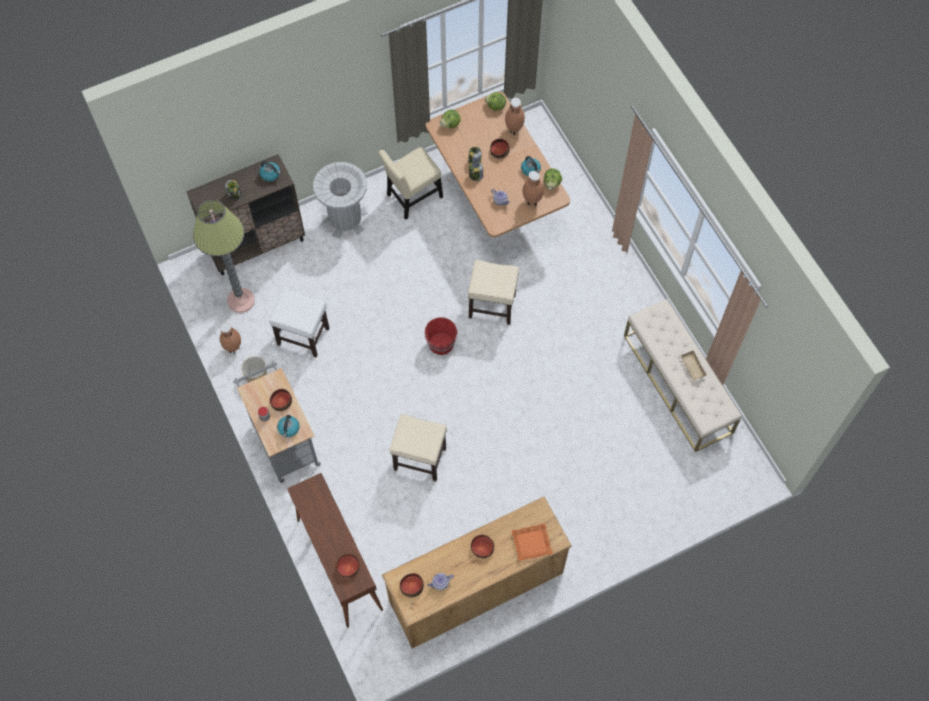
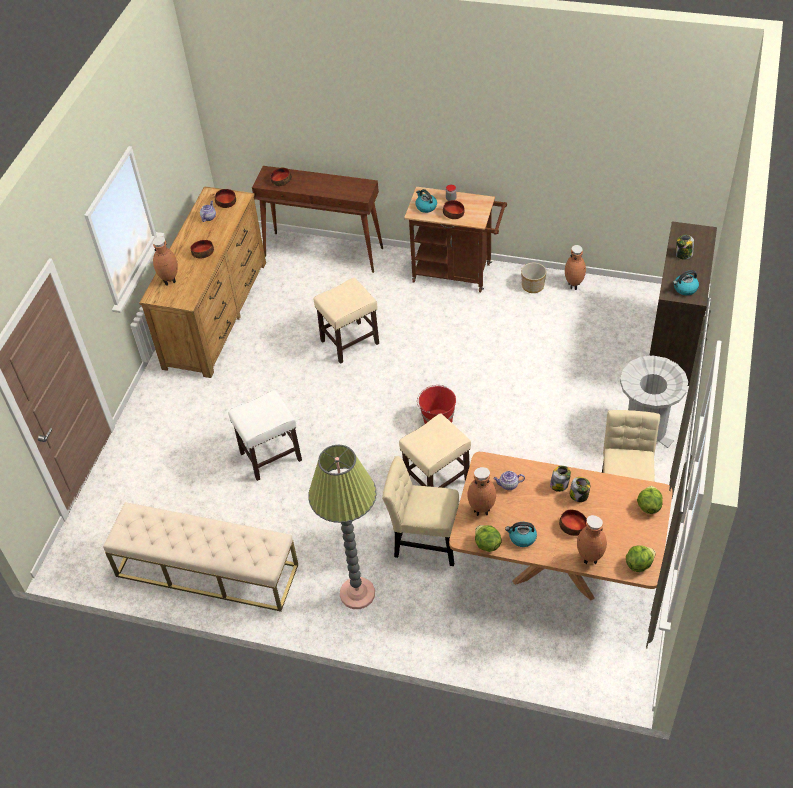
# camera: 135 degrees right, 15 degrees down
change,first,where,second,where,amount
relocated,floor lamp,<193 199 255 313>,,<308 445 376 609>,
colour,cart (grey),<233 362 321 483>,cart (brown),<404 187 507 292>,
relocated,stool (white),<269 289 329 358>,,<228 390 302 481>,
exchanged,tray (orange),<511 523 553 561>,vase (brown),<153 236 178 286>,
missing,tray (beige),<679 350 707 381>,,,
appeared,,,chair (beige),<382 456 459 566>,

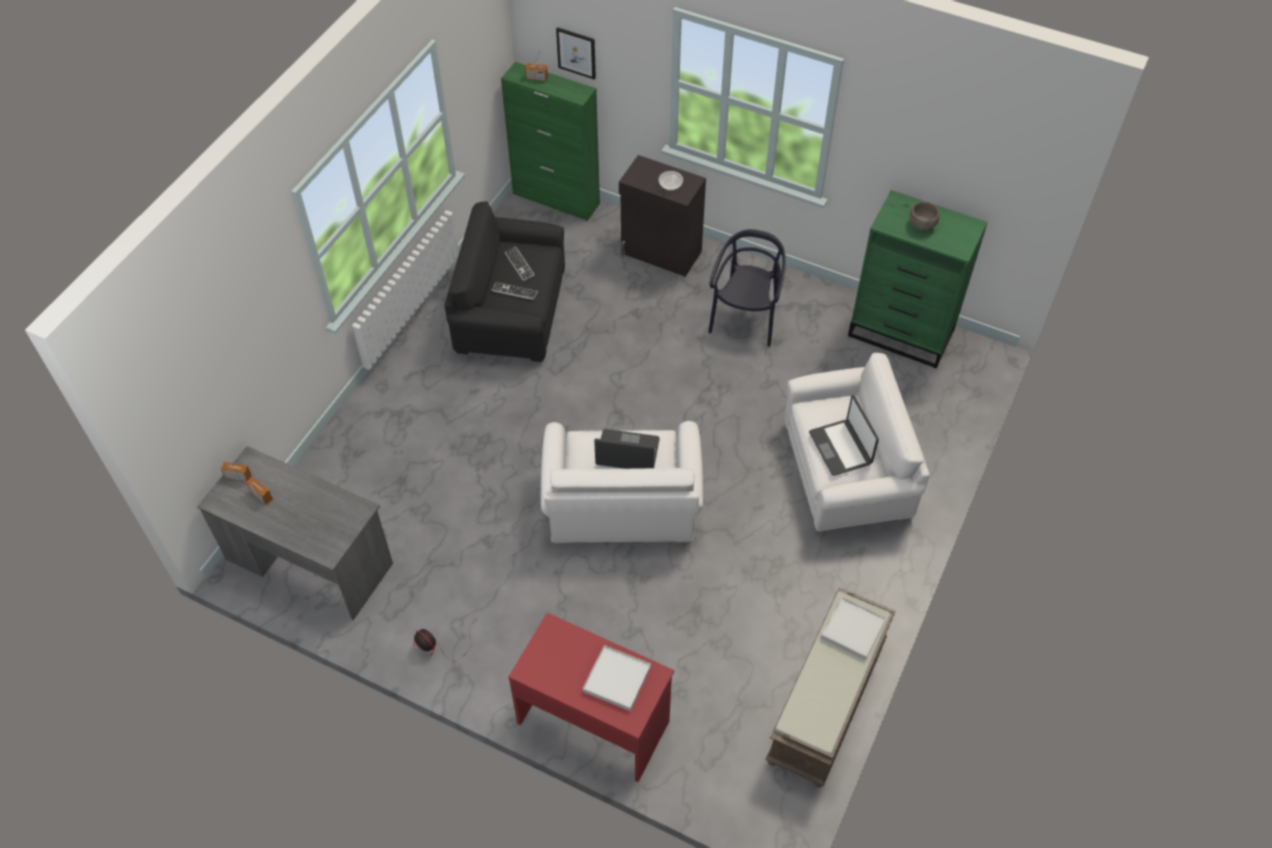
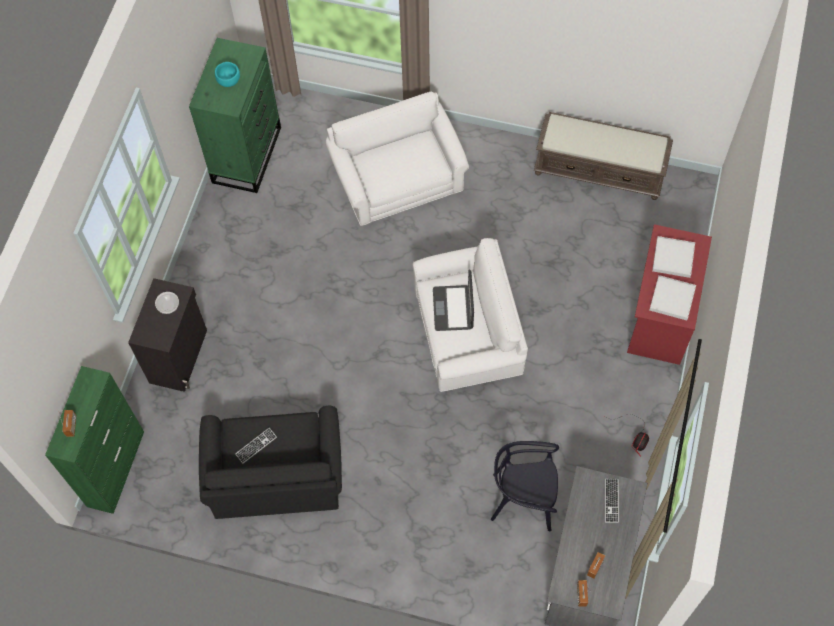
# camera: 100 degrees left, 10 degrees up
change,first,where,second,where,amount
relocated,keyboard,<492 282 538 300>,,<605 479 619 523>,
missing,picture,<556 27 596 80>,,,
relocated,chair (black),<708 229 786 347>,,<491 441 559 531>,
missing,laptop,<809 395 879 476>,,,
relocated,tray (white),<821 597 886 660>,,<649 275 696 320>,
colour,bowl (brown),<909 201 940 230>,bowl (turquoise),<215 62 240 87>,

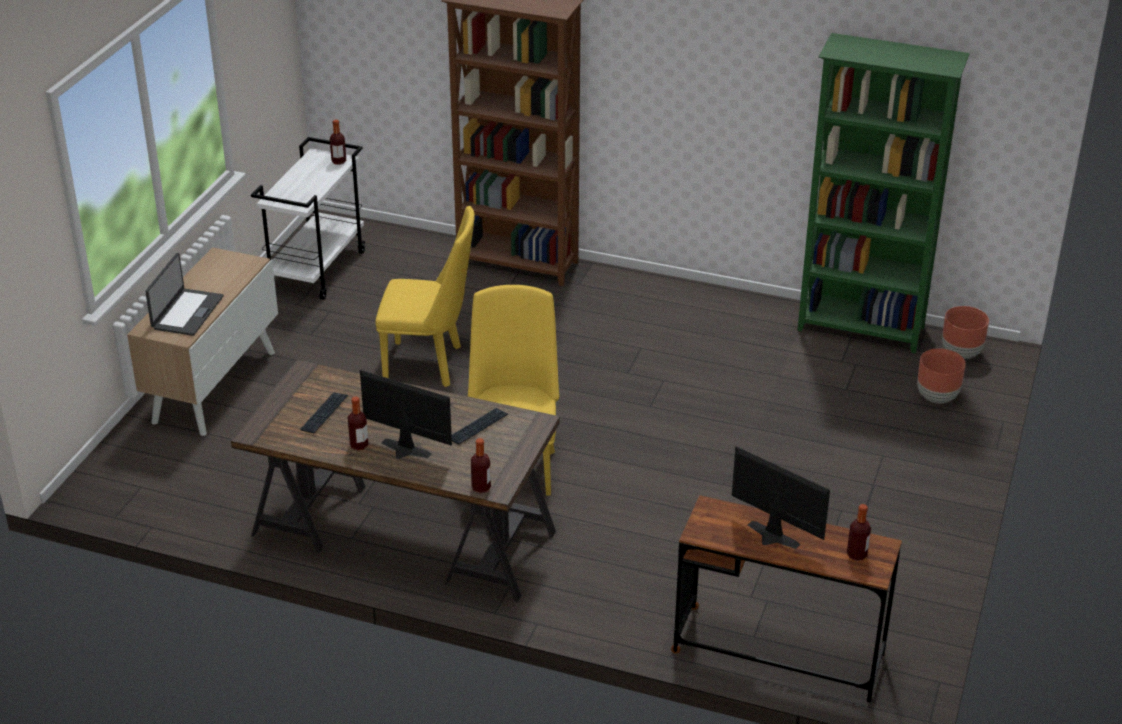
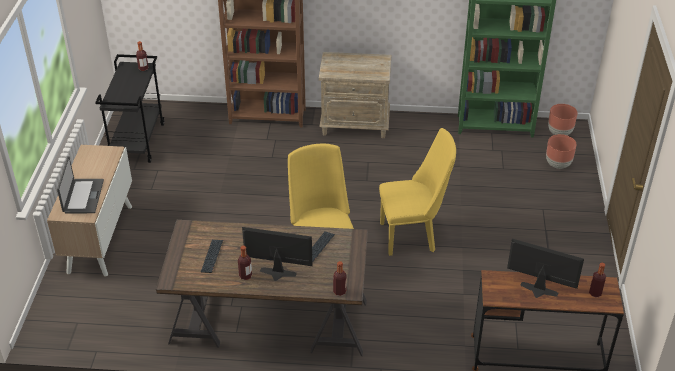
# camera: 15 degrees left, 5 degrees up
change,first,where,second,where,amount
colour,cart (white),<251 137 366 300>,cart (black),<95 54 164 163>,
relocated,chair (yellow),<375 206 475 387>,,<379 128 456 256>,
appeared,,,nightstand (beige),<319 52 391 138>,

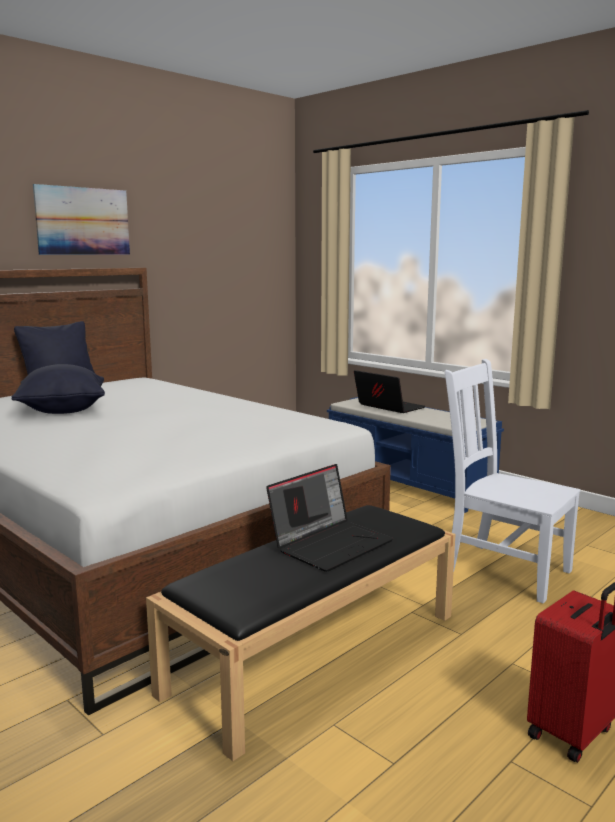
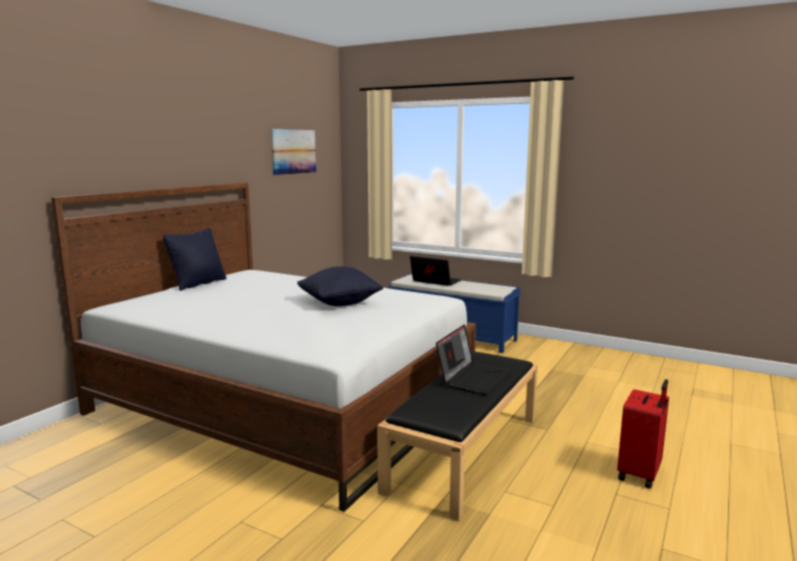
# camera: 15 degrees left, 0 degrees up
change,first,where,second,where,amount
relocated,pillow (black),<11 364 105 414>,,<297 266 383 306>,
relocated,picture,<33 184 130 255>,,<271 129 316 175>,
missing,chair (white),<445 359 581 603>,,,

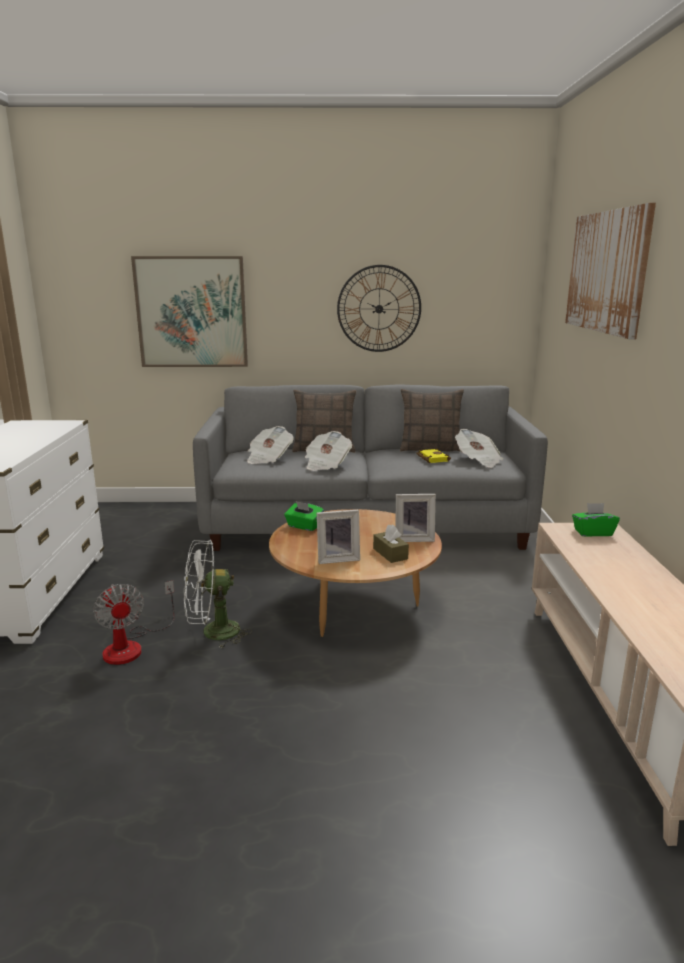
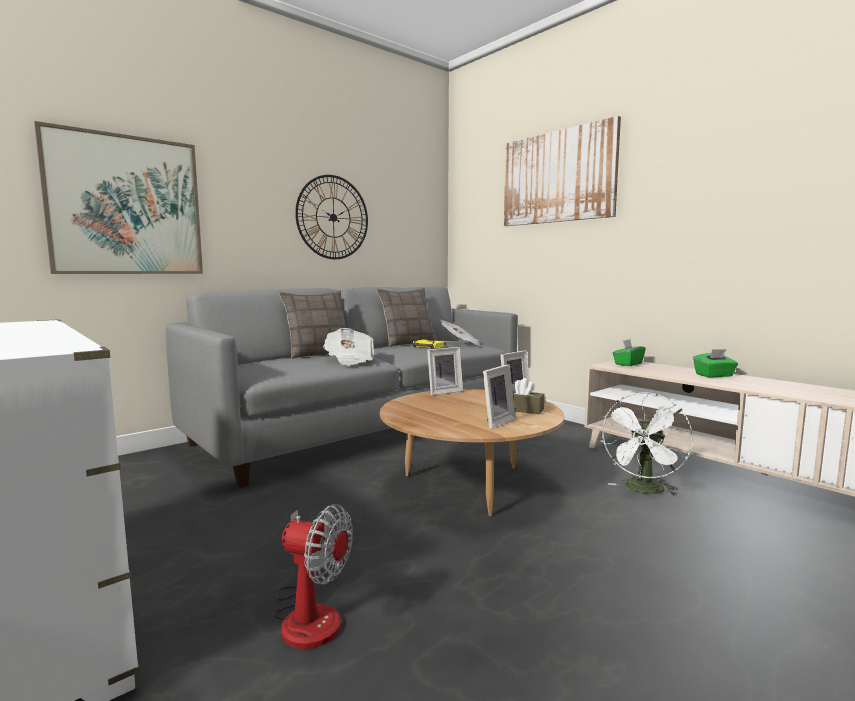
# camera: 40 degrees left, 10 degrees down
change,first,where,second,where,amount
relocated,fan (white),<184 540 252 648>,,<600 393 693 497>,
missing,newspaper,<247 426 294 464>,,,
relocated,tissue box (green),<284 501 324 531>,,<693 349 738 378>,
appeared,,,picture frame,<427 347 463 395>,

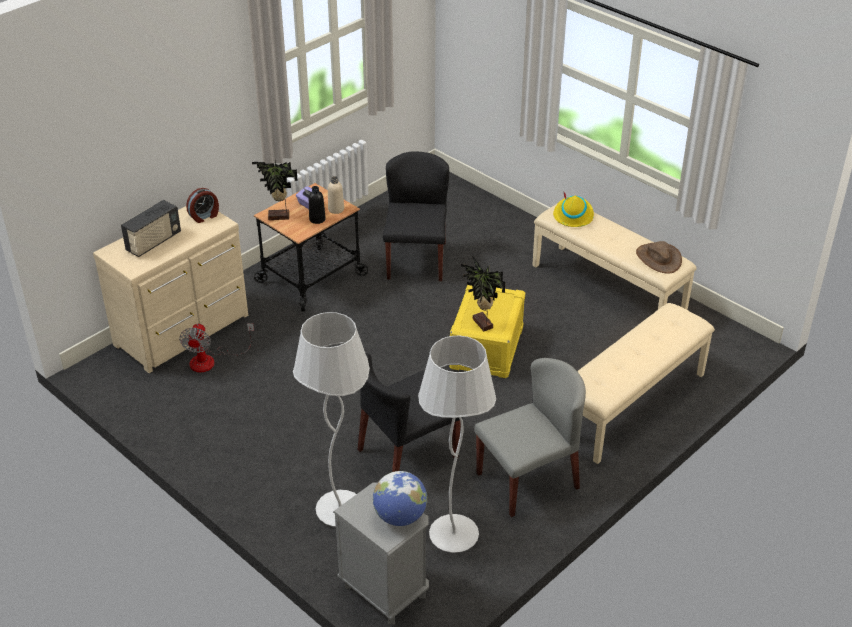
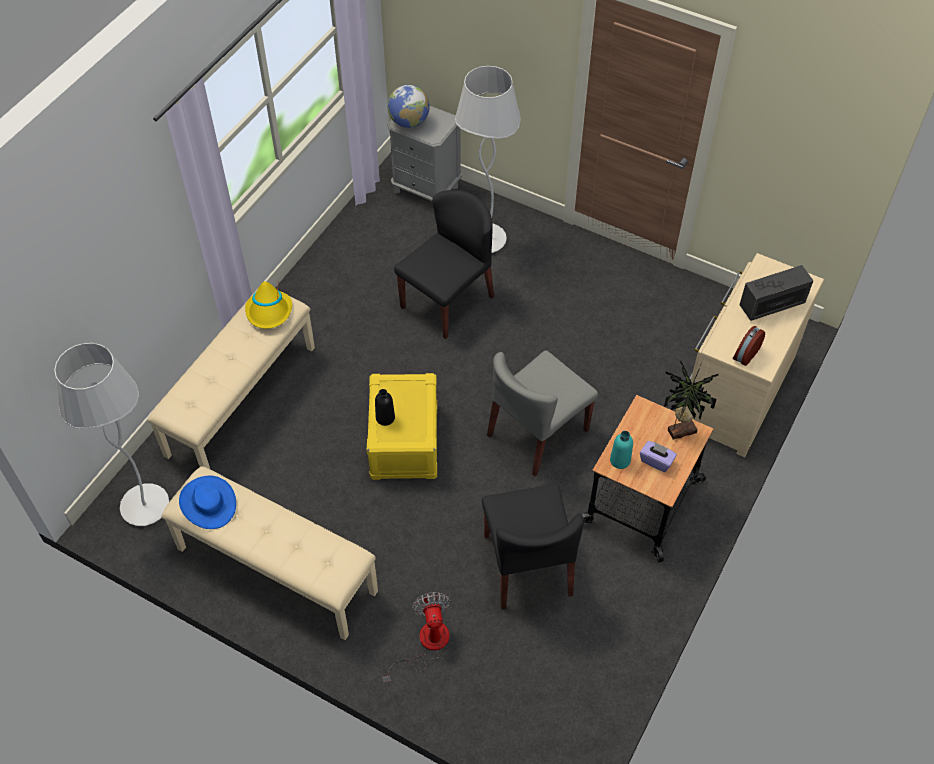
# camera: 165 degrees right, 15 degrees up
change,first,where,second,where,amount
spun,radio,<121 200 181 257>,,<739 265 814 321>,45 degrees clockwise
relocated,fan,<179 323 254 372>,,<382 592 451 682>,
relocated,bottle (black),<309 186 326 224>,,<375 389 395 426>,
colour,bottle (beige),<328 176 344 214>,bottle (turquoise),<610 431 633 469>,
relocated,floor lamp (white),<418 335 496 553>,,<54 343 169 526>,
missing,potted plant,<461 256 505 331>,,,
relocated,chair (grey),<474 358 586 517>,,<487 350 598 477>,
relocated,hat (yellow),<553 191 594 227>,,<245 280 292 329>,
colour,hat (brown),<636 241 682 274>,hat (blue),<179 476 236 529>,

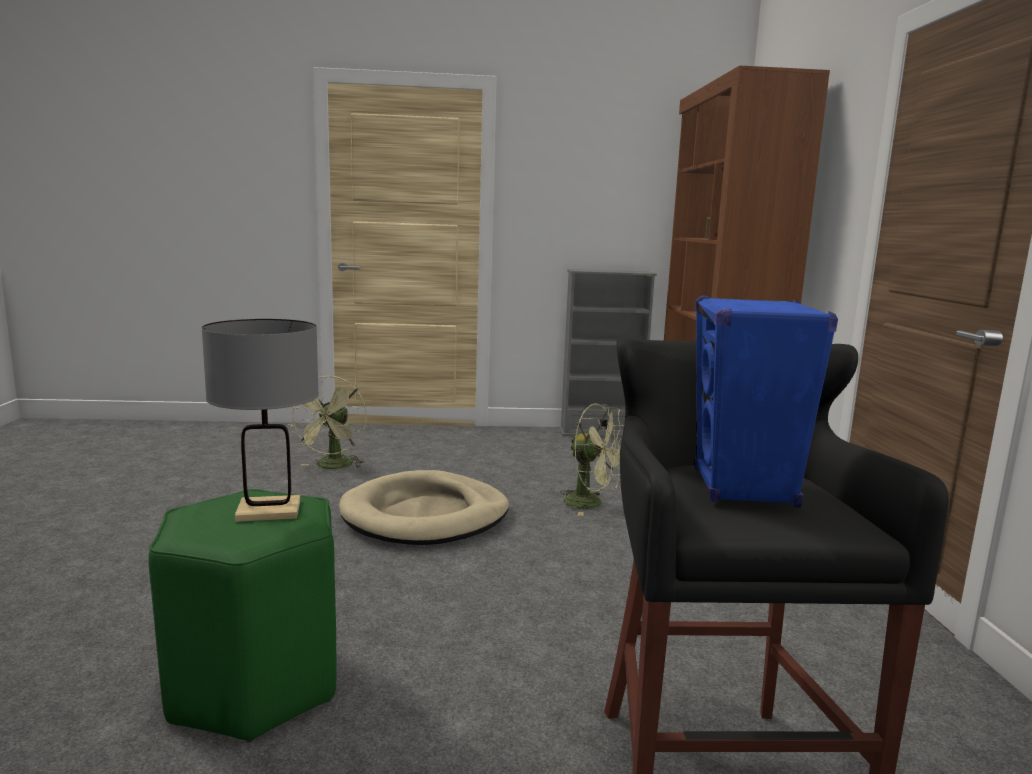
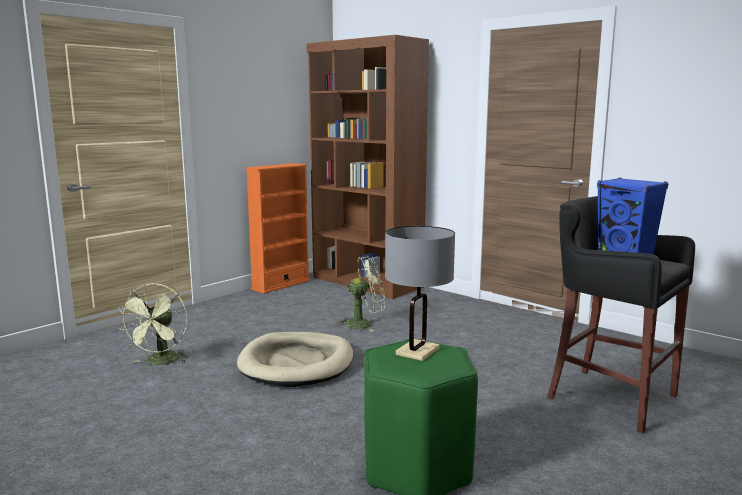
# camera: 45 degrees left, 0 degrees up
change,first,where,second,where,amount
spun,fan (green),<287 375 367 469>,,<118 283 190 365>,45 degrees clockwise
colour,bookcase (grey),<559 269 657 437>,bookcase (orange),<246 163 310 294>,

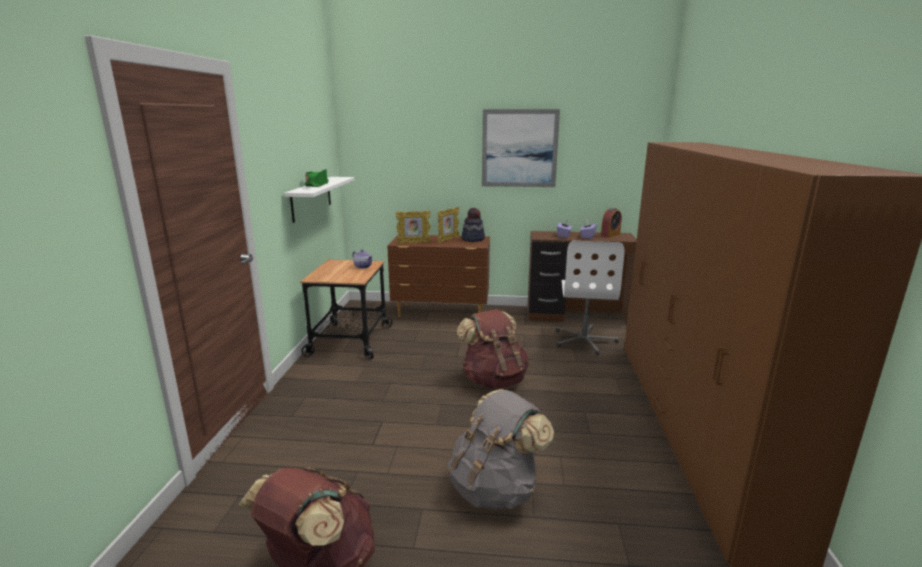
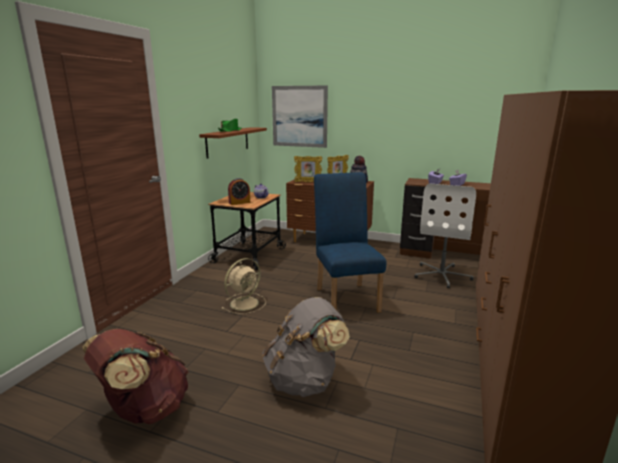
# camera: 15 degrees right, 0 degrees up
change,first,where,second,where,amount
colour,shelf (white),<284 177 355 223>,shelf (brown),<199 127 267 158>,
exchanged,backpack (brown),<457 309 529 389>,chair (blue),<314 172 386 312>,
relocated,picture,<482 109 560 187>,,<272 85 328 148>,
relocated,alarm clock,<601 208 622 238>,,<228 178 250 205>,
appeared,,,fan (beige),<222 258 266 314>,

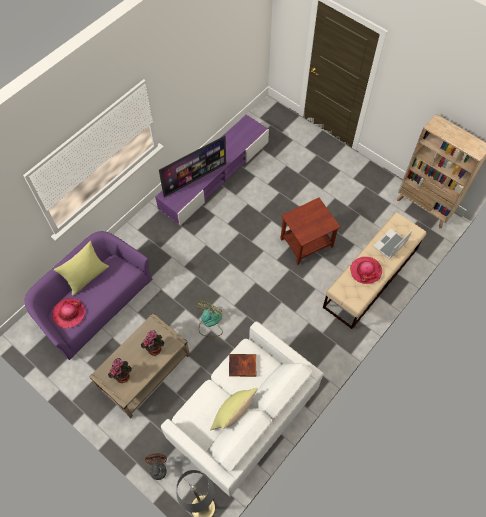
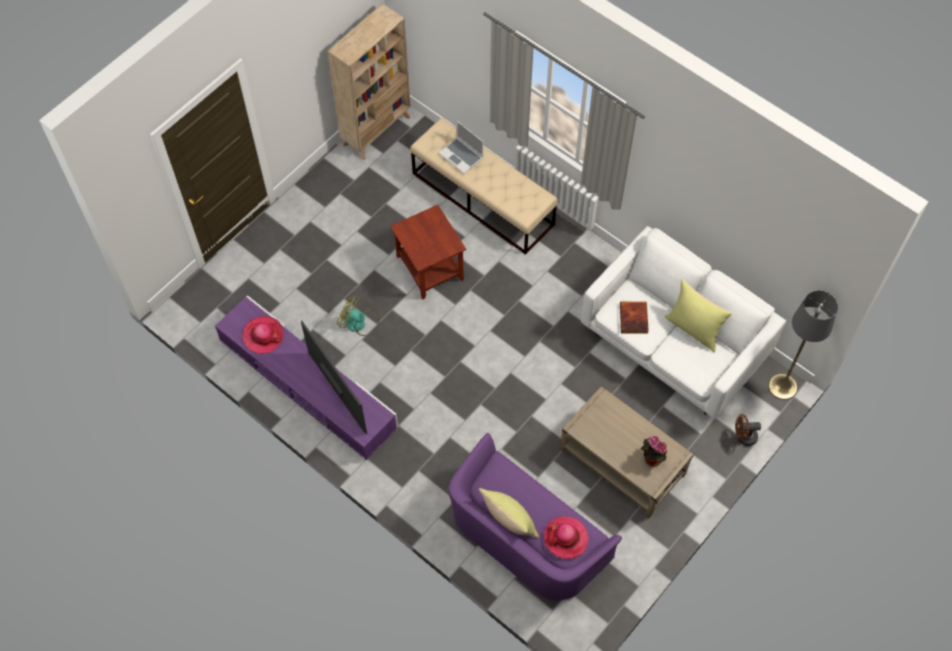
# camera: 90 degrees left, 0 degrees up
change,first,where,second,where,amount
missing,potted plant,<141 331 164 356>,,,
relocated,fan,<196 301 223 337>,,<337 295 379 336>,
relocated,hat,<350 257 382 284>,,<243 316 283 354>,

